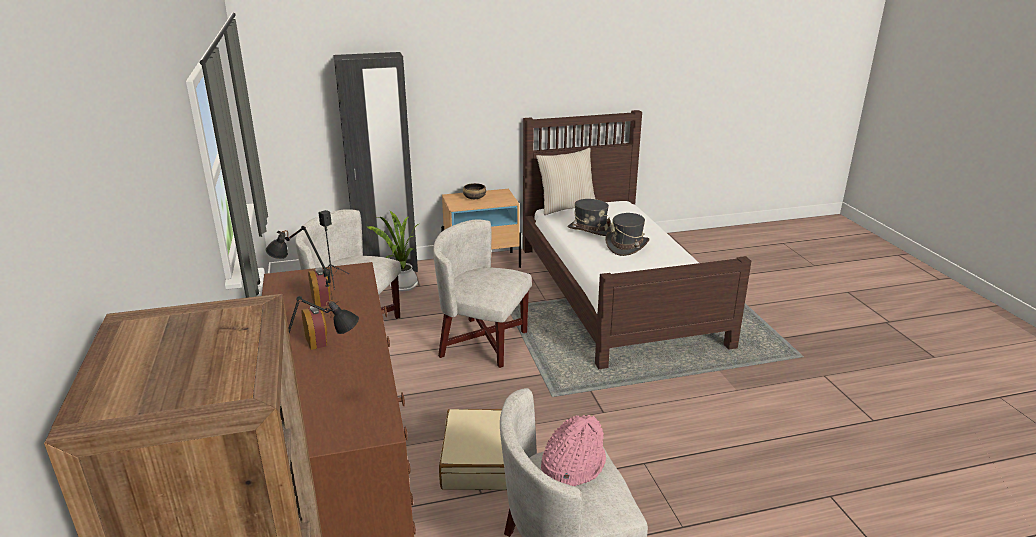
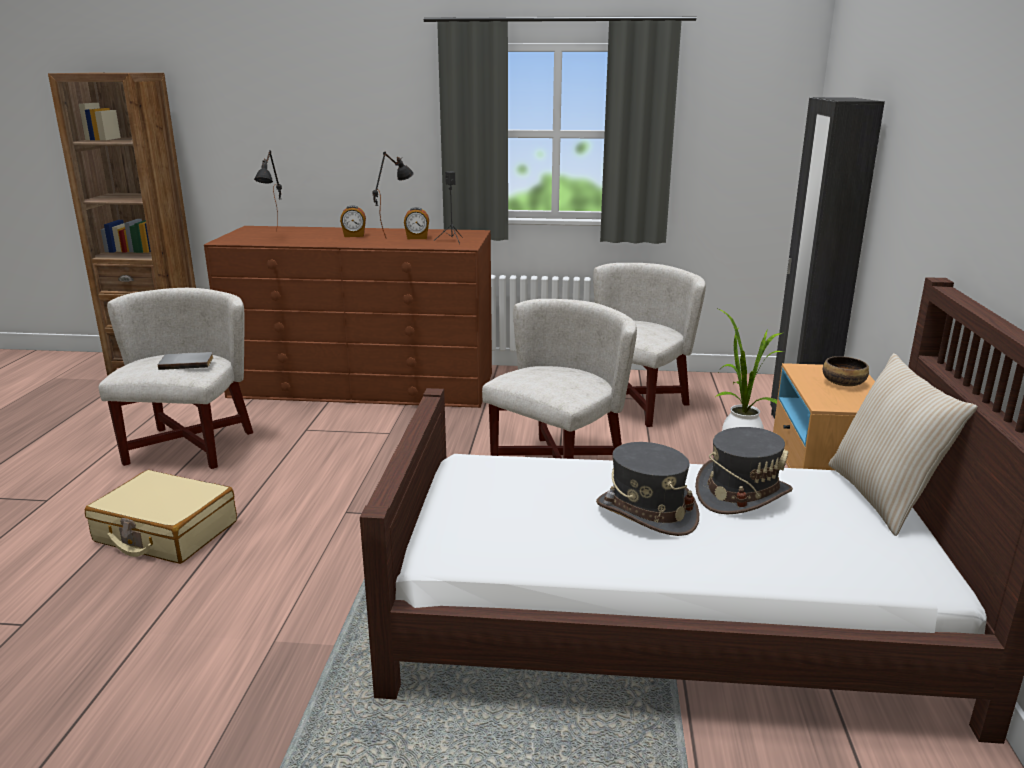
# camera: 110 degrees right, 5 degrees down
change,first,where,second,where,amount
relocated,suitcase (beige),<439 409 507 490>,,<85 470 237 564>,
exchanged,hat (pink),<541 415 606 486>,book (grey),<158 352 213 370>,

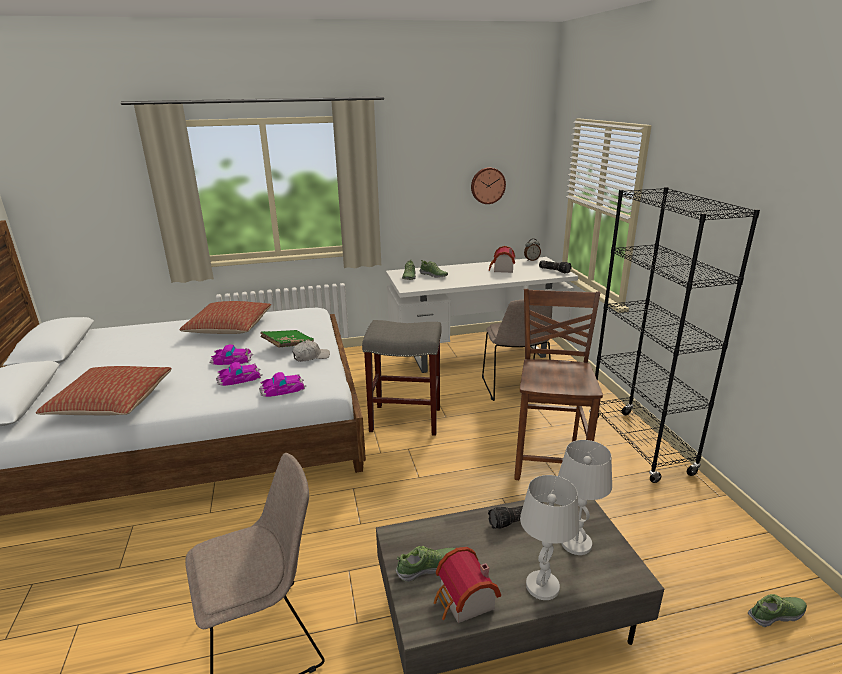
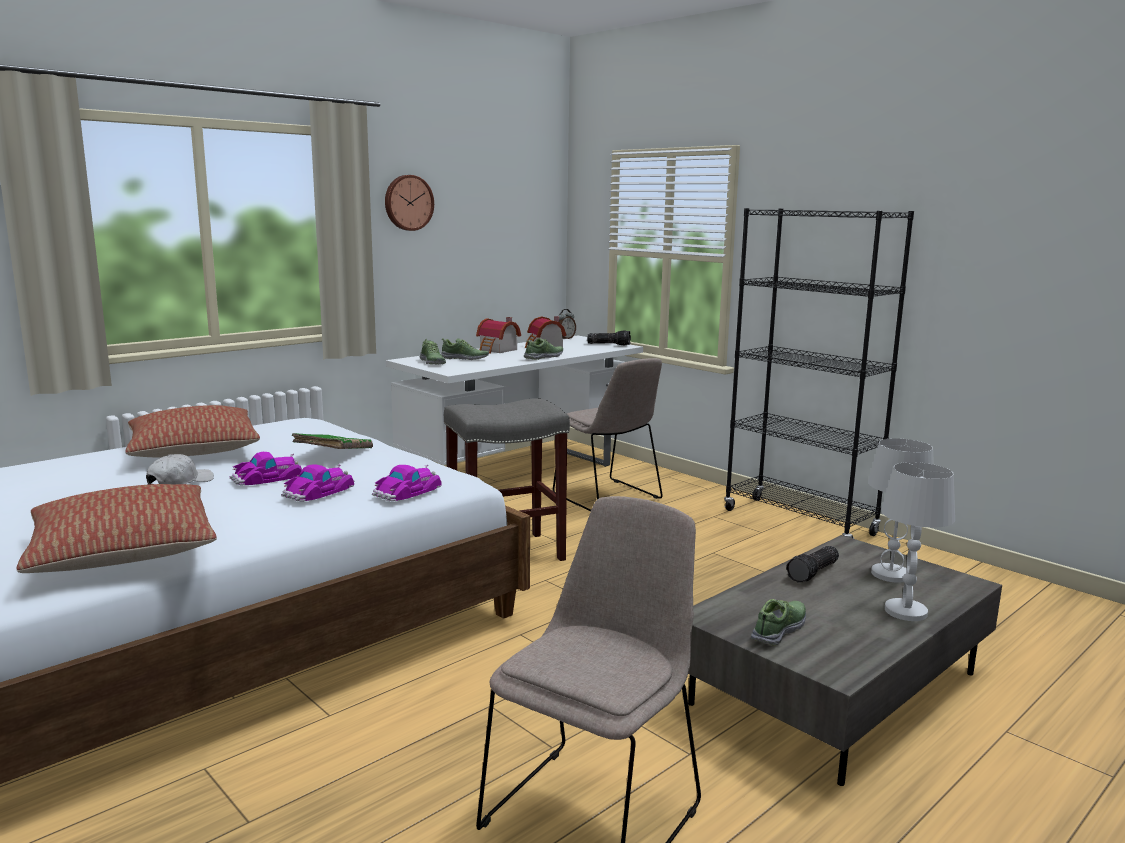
# camera: 30 degrees left, 10 degrees down
change,first,where,second,where,amount
relocated,cap (white),<292 340 330 362>,,<146 454 214 485>,
relocated,toy house,<434 547 501 623>,,<476 317 521 354>,
relocated,wall clock,<471 167 506 204>,,<385 175 434 231>,
missing,chair (brown),<514 289 603 480>,,,
relocated,shoe,<748 594 807 627>,,<524 338 563 360>,

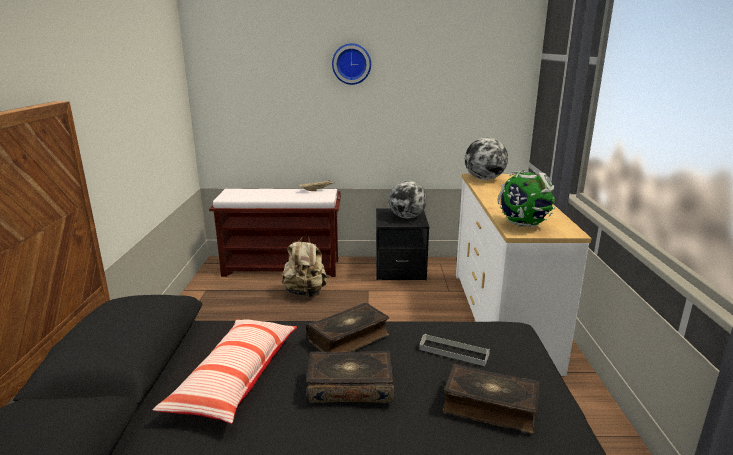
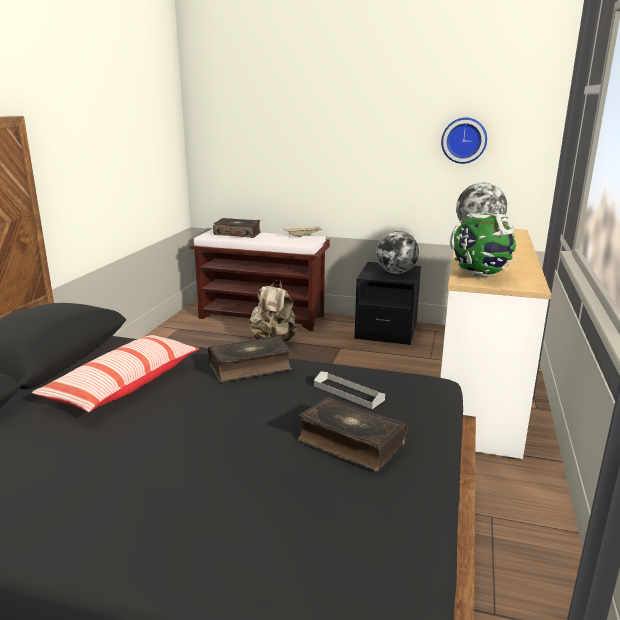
# camera: 15 degrees right, 0 degrees up
change,first,where,second,where,amount
relocated,book,<306 351 394 403>,,<213 218 261 238>,
relocated,wall clock,<332 43 371 85>,,<441 118 487 164>,

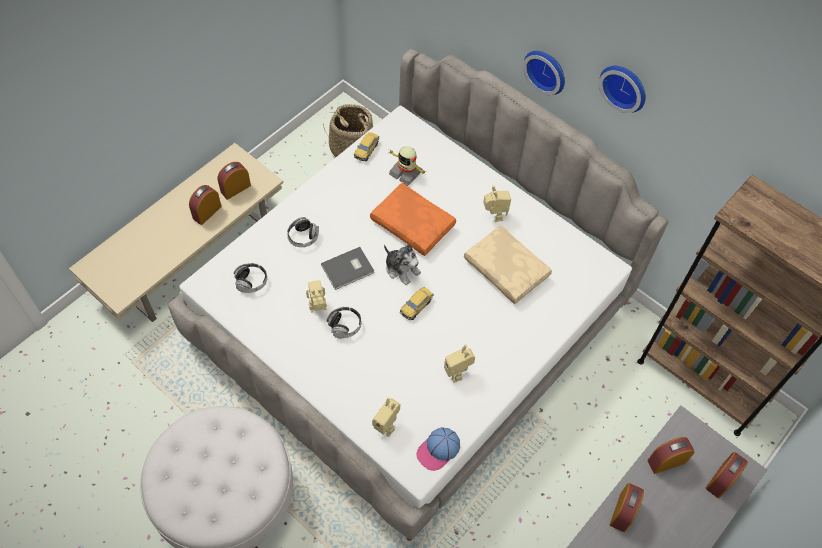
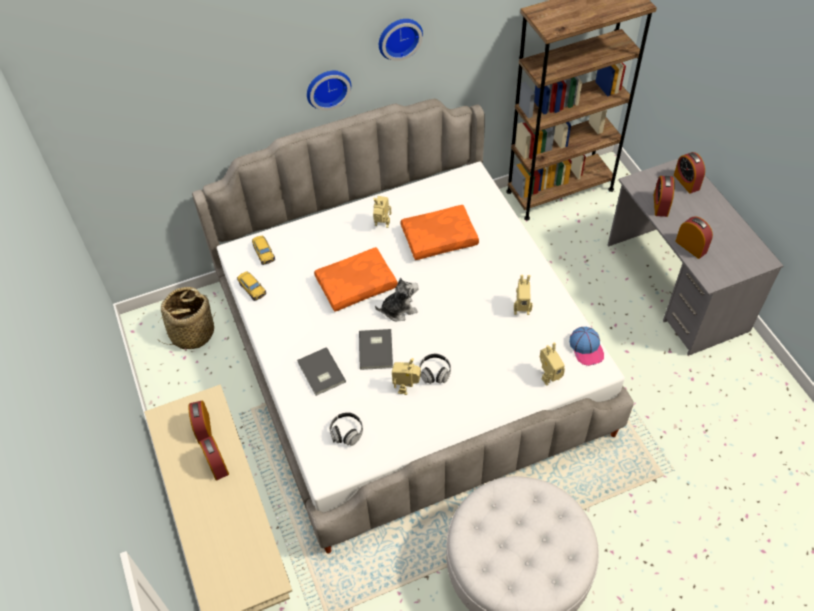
# camera: 60 degrees left, 5 degrees down
change,first,where,second,where,amount
exchanged,headphones,<287 217 319 247>,book (grey),<297 347 346 396>,
missing,toy robot,<389 146 425 186>,,,
relocated,toy car,<400 287 434 320>,,<252 236 275 265>,
colour,pillow (beige),<464 225 552 304>,pillow (orange),<401 205 479 260>,

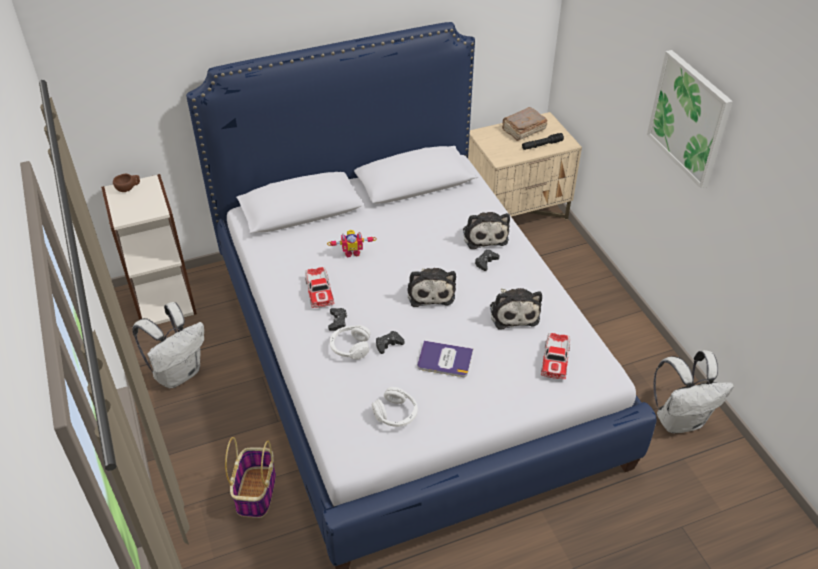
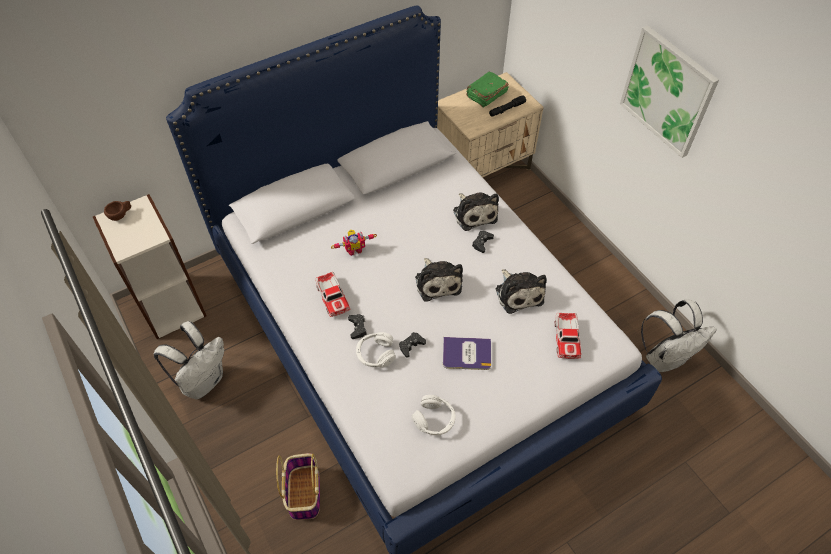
# camera: 10 degrees left, 10 degrees up
change,first,where,second,where,amount
colour,book (brown),<502 107 548 141>,book (green),<466 72 509 107>,

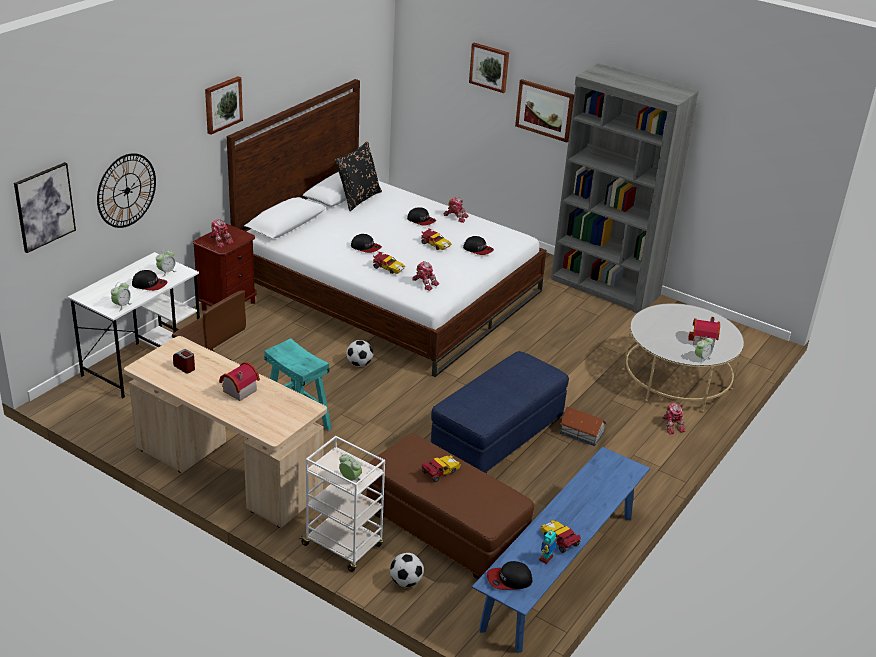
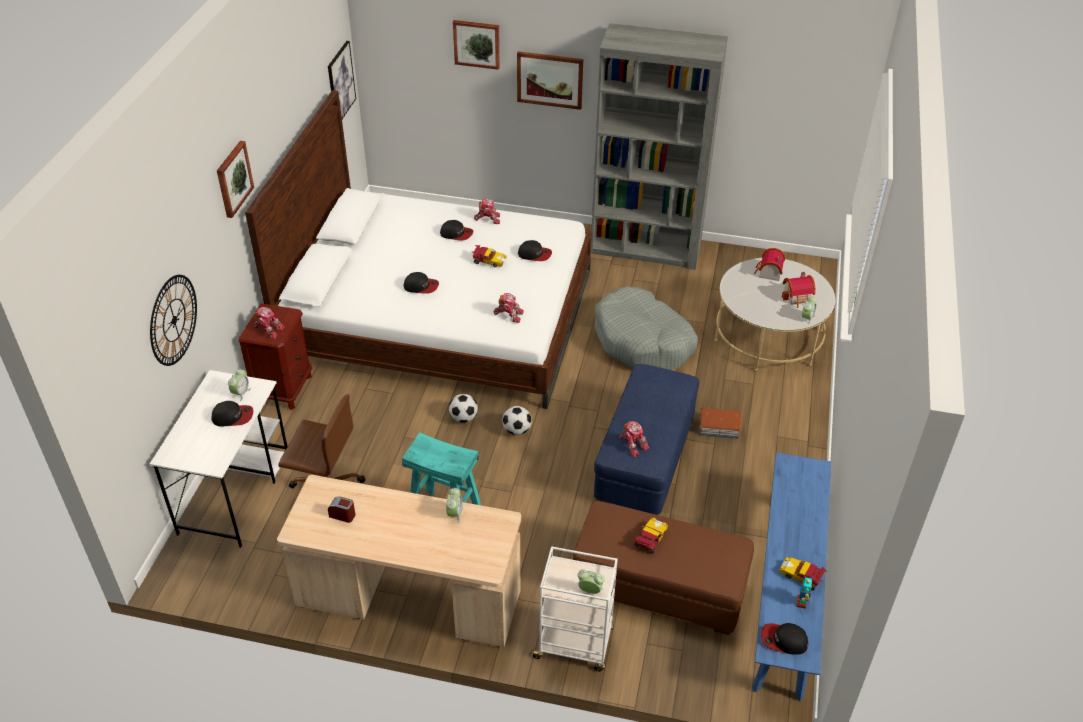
# camera: 20 degrees left, 10 degrees up
change,first,where,second,where,amount
relocated,picture,<14 162 76 253>,,<328 41 356 119>,
relocated,alarm clock,<111 282 132 311>,,<446 488 463 523>,
relocated,toy house,<219 362 260 401>,,<754 248 785 281>,
missing,pillow (black),<335 141 382 211>,,,
missing,toy car,<373 252 405 274>,,,
relocated,football,<390 553 424 587>,,<502 406 532 435>,
spun,cap,<487 561 533 590>,,<761 623 808 655>,45 degrees clockwise
relocated,toy robot,<662 403 685 434>,,<619 421 649 457>,
appeared,,,dog bed (grey),<595 286 698 370>,

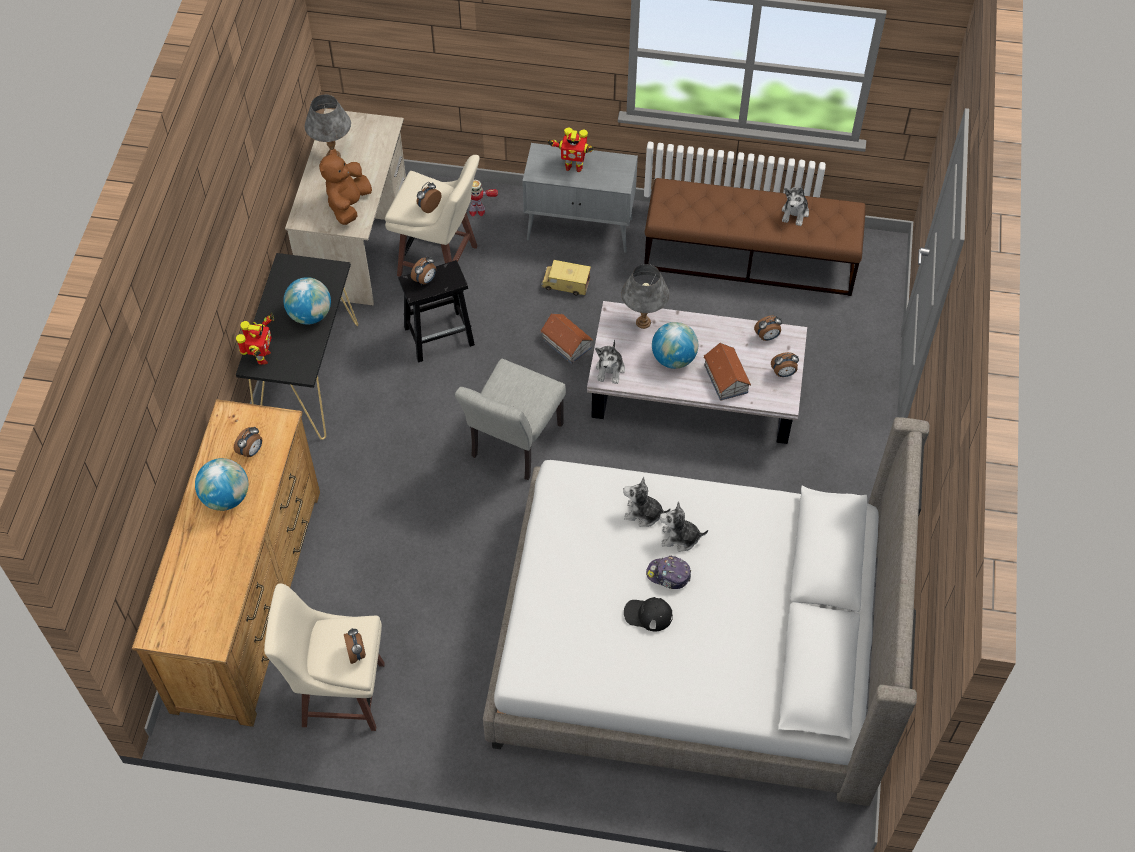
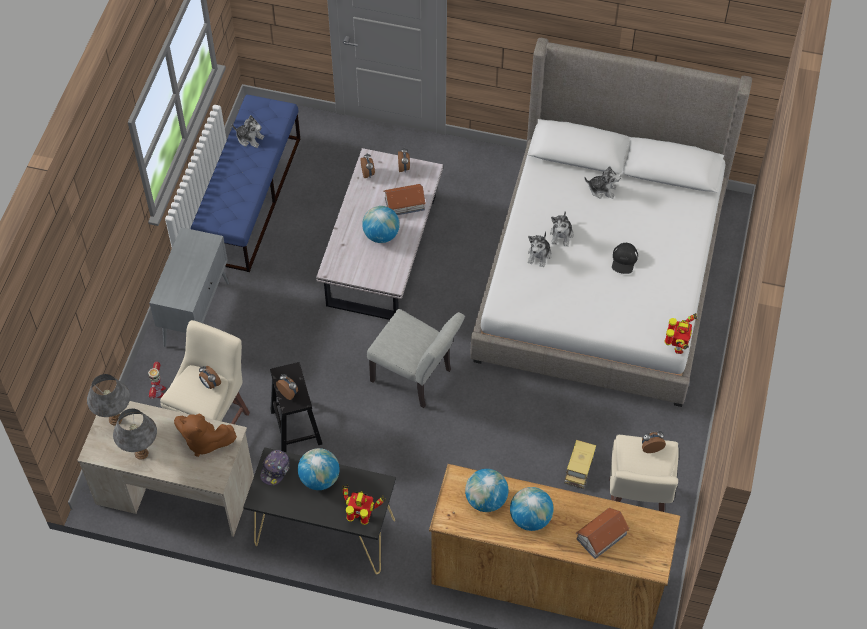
# camera: 85 degrees left, 0 degrees up
change,first,where,second,where,amount
exchanged,alarm clock,<234 427 262 458>,globe,<465 469 508 512>,
relocated,toy house,<540 314 593 364>,,<576 508 630 559>,
relocated,toy truck,<541 260 591 296>,,<564 440 596 489>,
relocated,toy robot,<547 128 593 172>,,<665 313 697 354>,
relocated,plush toy,<595 340 625 384>,,<584 166 620 199>,
relocated,table lamp (grey),<621 264 670 329>,,<87 374 130 425>,
colour,bench (brown),<644 178 866 296>,bench (blue),<191 95 300 272>,
relocated,cap,<646 556 691 589>,,<260 450 290 486>,

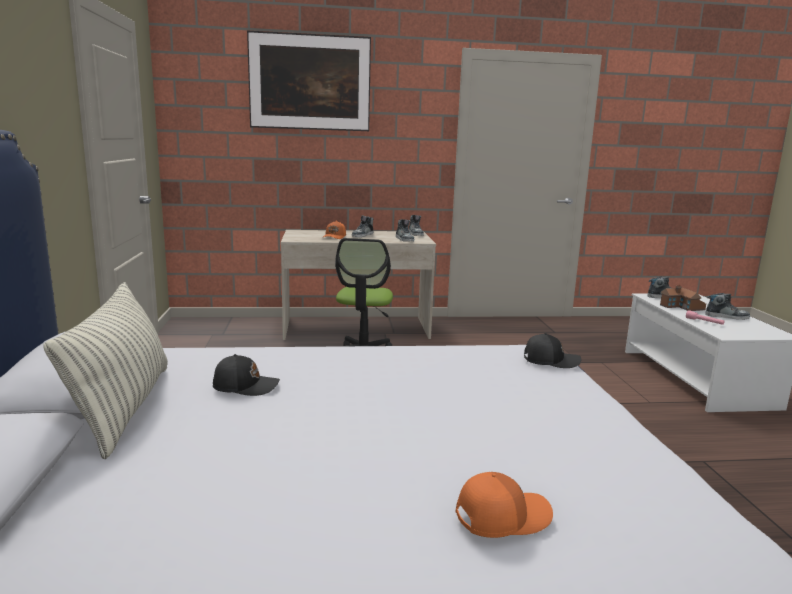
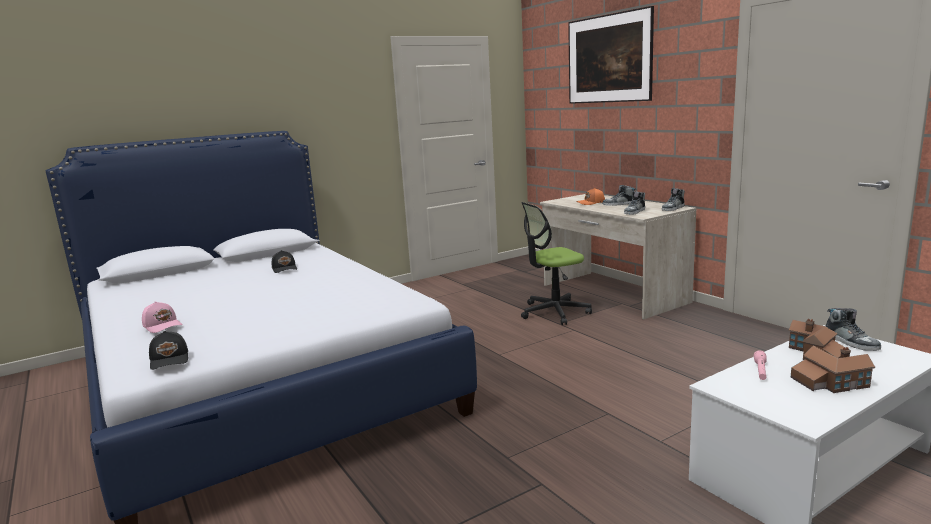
# camera: 65 degrees right, 0 degrees up
change,first,where,second,where,amount
missing,pillow,<44 282 168 459>,,,
colour,cap (orange),<456 472 553 538>,cap (pink),<142 301 183 333>,
relocated,cap (black),<524 333 581 368>,,<149 331 188 370>,
exchanged,shoe,<705 293 750 320>,toy house,<791 346 875 393>,

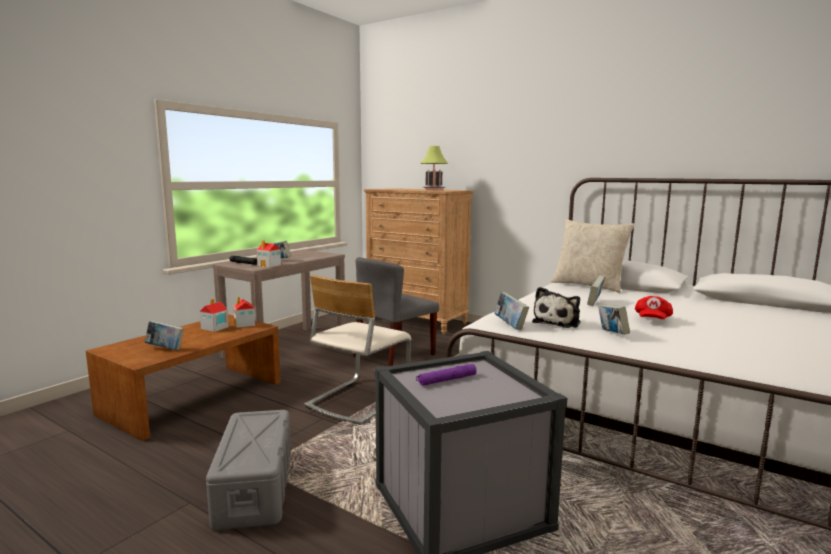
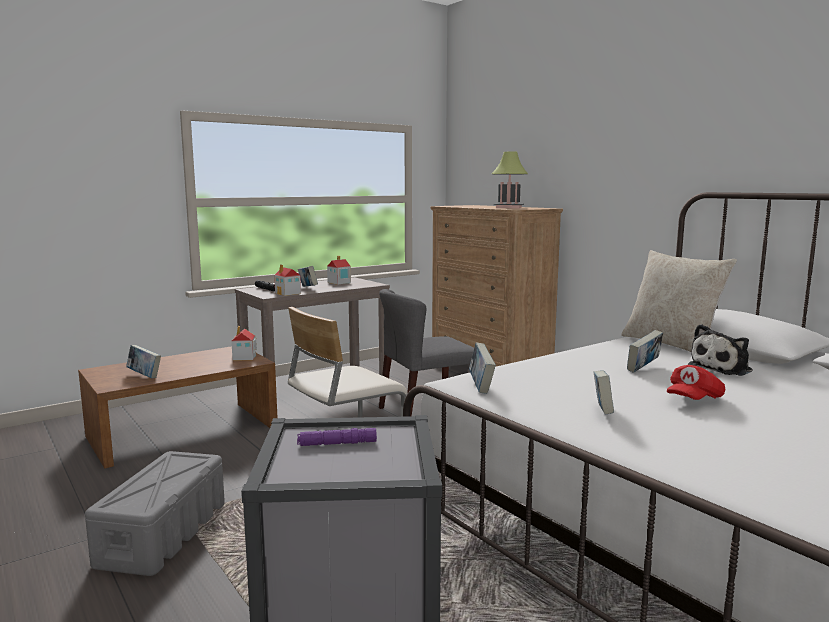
# camera: 20 degrees right, 0 degrees up
change,first,where,second,where,amount
relocated,toy house,<200 298 229 332>,,<327 256 351 285>,
relocated,plush toy,<532 287 581 328>,,<688 324 753 376>,

